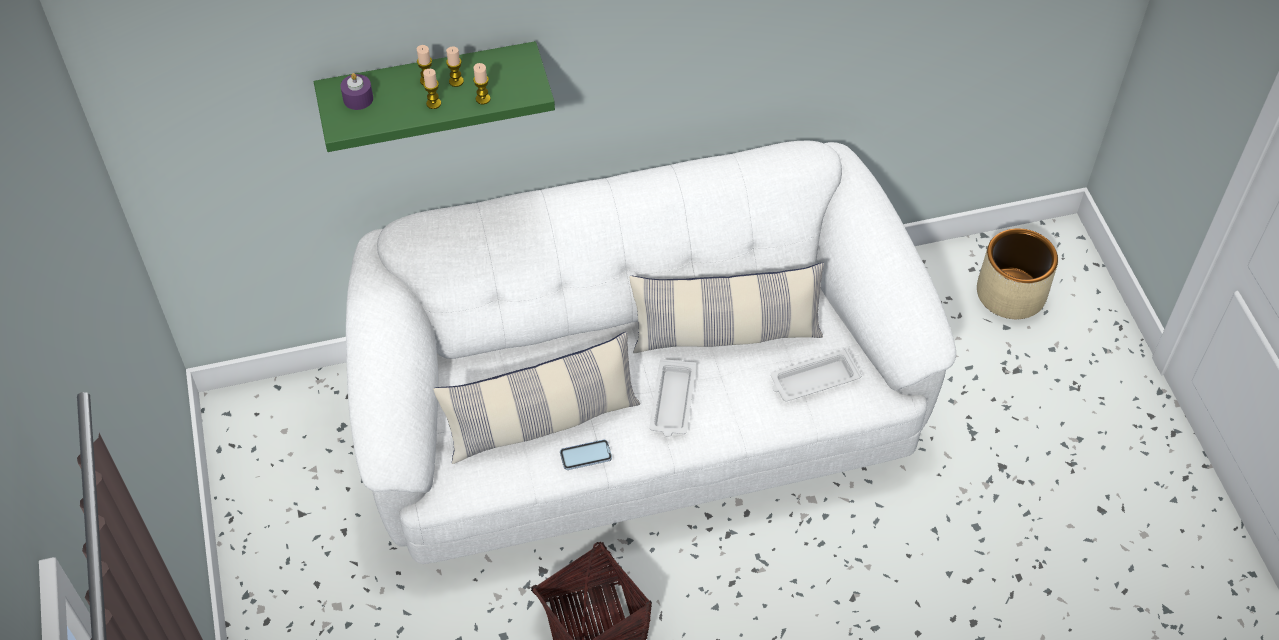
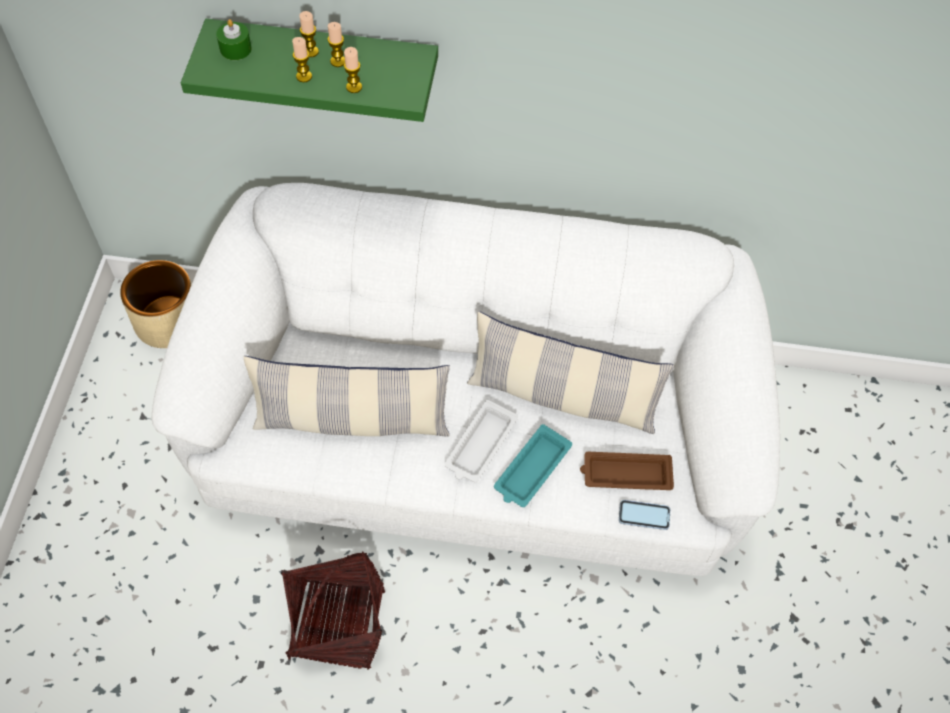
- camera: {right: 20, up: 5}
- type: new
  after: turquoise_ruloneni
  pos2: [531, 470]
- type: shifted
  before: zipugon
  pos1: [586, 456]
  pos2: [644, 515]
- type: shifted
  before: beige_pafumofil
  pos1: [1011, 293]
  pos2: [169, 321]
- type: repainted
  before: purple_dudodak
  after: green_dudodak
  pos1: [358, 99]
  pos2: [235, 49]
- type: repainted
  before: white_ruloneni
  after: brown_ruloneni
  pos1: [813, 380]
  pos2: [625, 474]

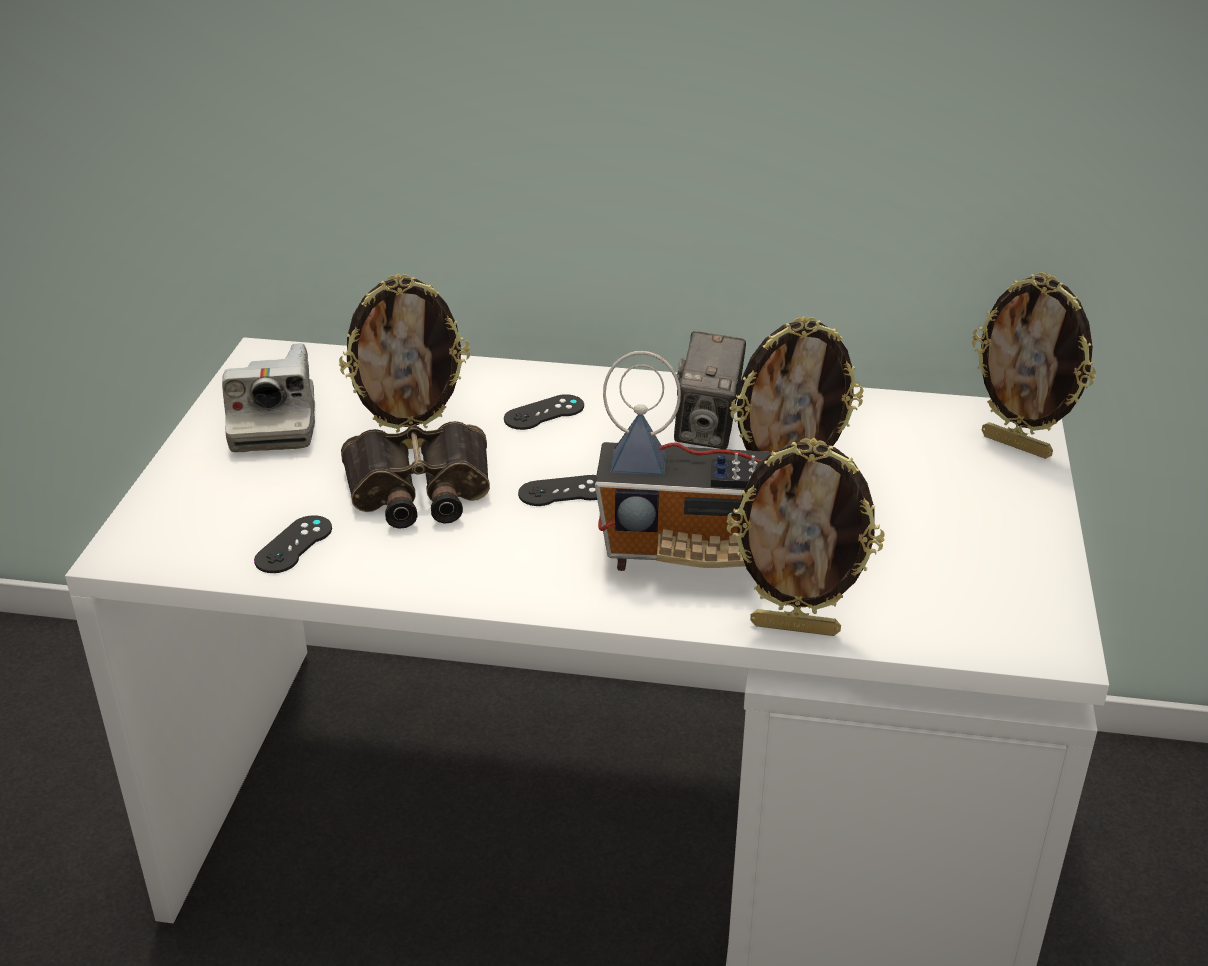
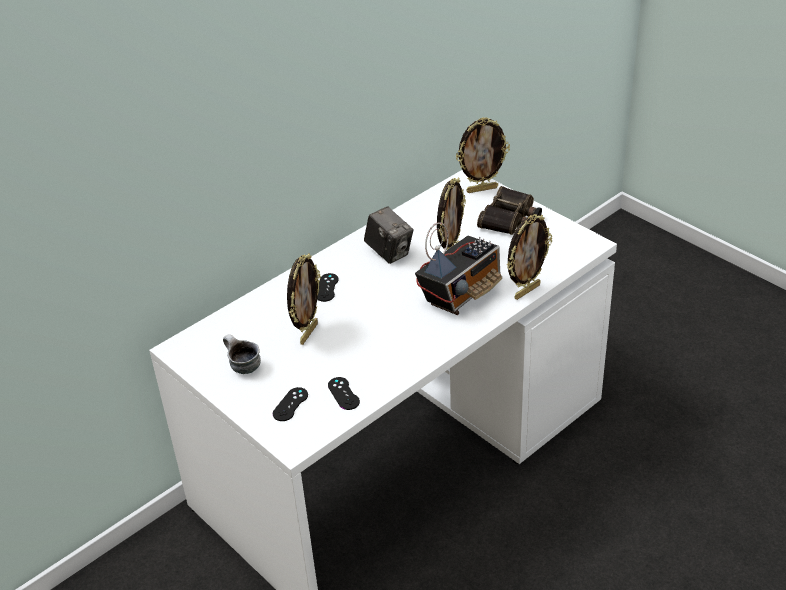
- camera: {right: -50, up: 5}
- type: shifted
  before: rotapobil
  pos1: [419, 491]
  pos2: [511, 219]
- type: shifted
  before: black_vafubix
  pos1: [564, 491]
  pos2: [290, 404]
- type: swapped
  before: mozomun
  after: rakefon
  pos1: [274, 424]
  pos2: [242, 367]

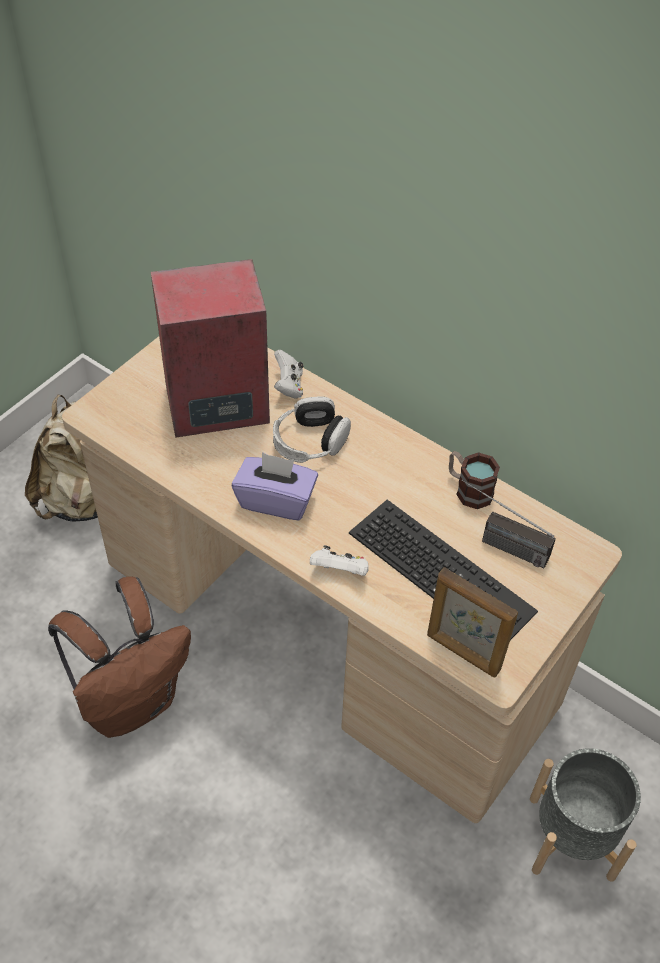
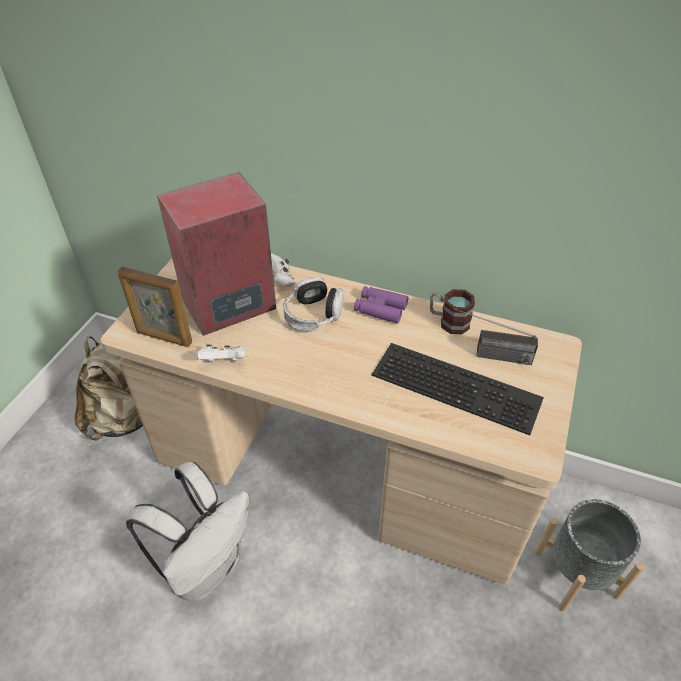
- camera: {right: -15, up: -5}
- type: gone
  before: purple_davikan
  pos1: [276, 500]
- type: new
  after: purple_rotapobil
  pos2: [380, 309]
- type: shifted
  before: white_vafubix
  pos1: [340, 571]
  pos2: [223, 362]
- type: shifted
  before: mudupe
  pos1: [462, 653]
  pos2: [164, 337]
- type: repainted
  before: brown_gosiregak
  after: white_gosiregak
  pos1: [132, 702]
  pos2: [206, 566]

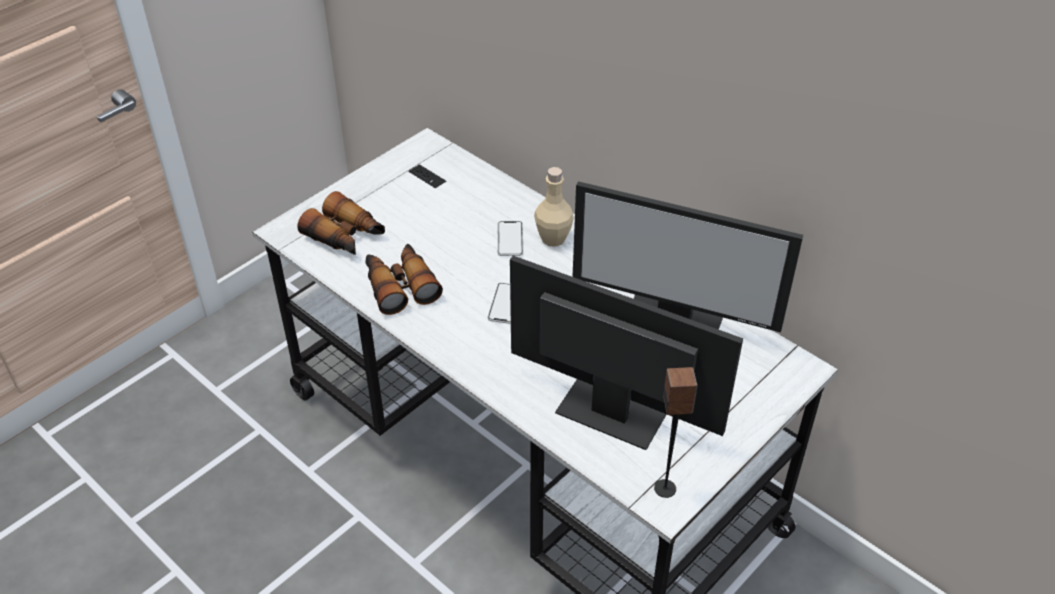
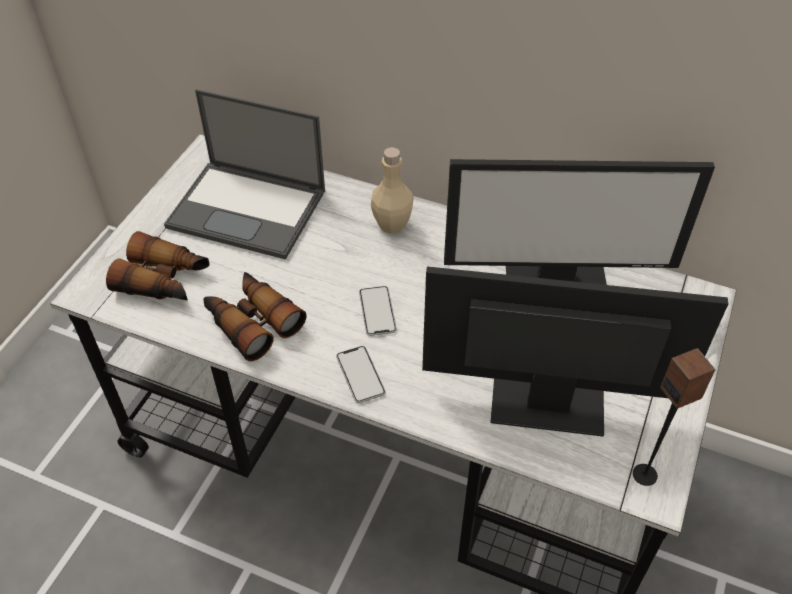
- camera: {right: -20, up: 5}
- type: new
  after: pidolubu
  pos2: [249, 209]
- type: shifted
  before: zipugon
  pos1: [510, 239]
  pos2: [360, 375]

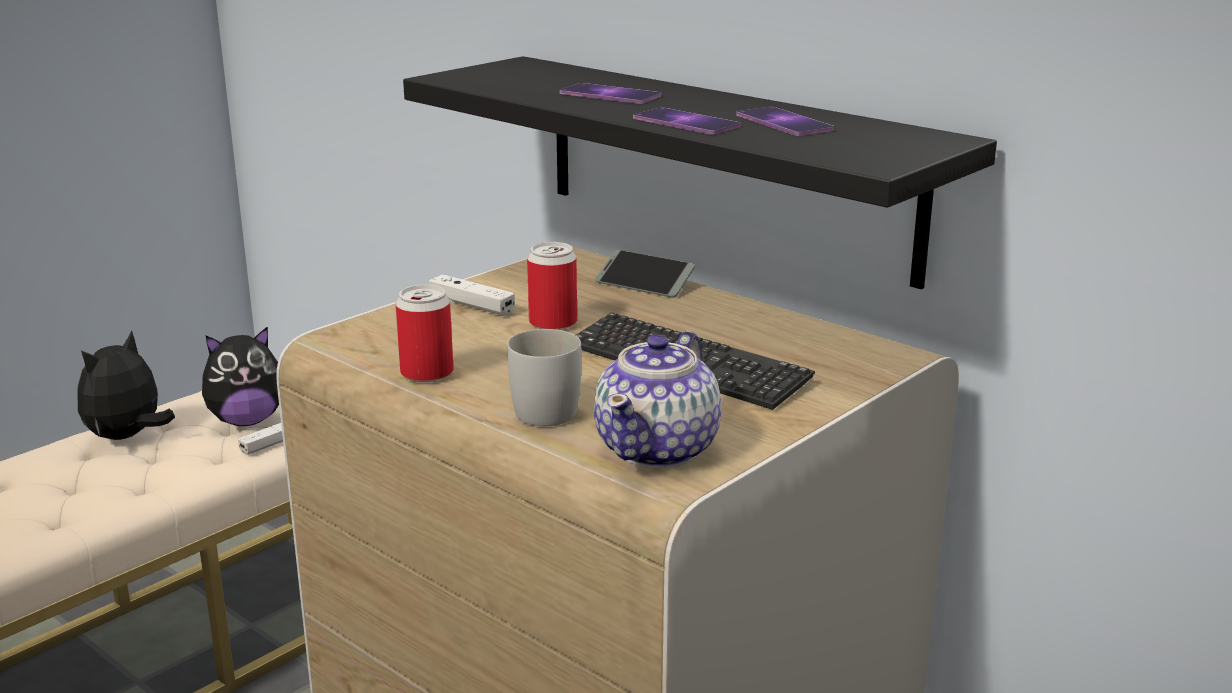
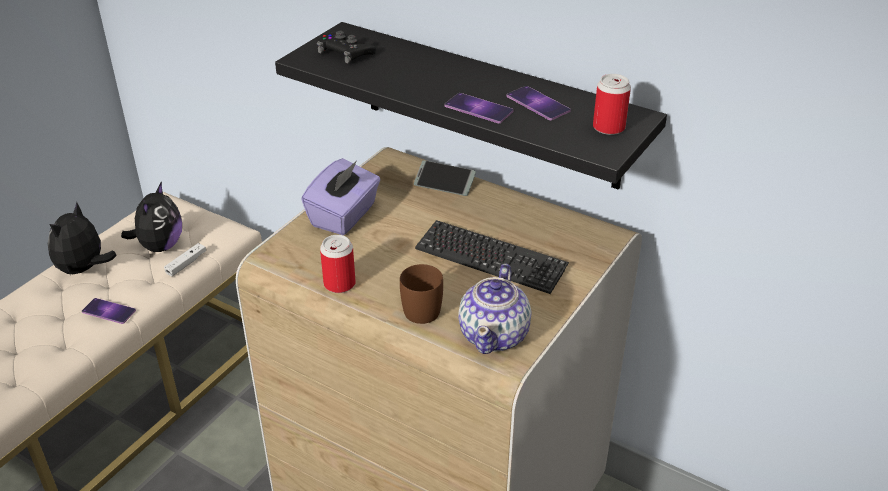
- camera: {right: -10, up: 15}
- type: new
  after: black_vafubix
  pos2: [345, 53]
- type: shifted
  before: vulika
  pos1: [553, 323]
  pos2: [608, 127]
- type: shifted
  before: zipugon
  pos1: [610, 94]
  pos2: [109, 311]
- type: swapped
  before: white_vafubix
  after: purple_davikan
  pos1: [471, 305]
  pos2: [344, 216]
- type: repainted
  before: white_rakefon
  after: brown_rakefon
  pos1: [549, 407]
  pos2: [422, 306]
- type: rotated
  before: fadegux
  pos1: [247, 420]
  pos2: [160, 246]
  turn: -45

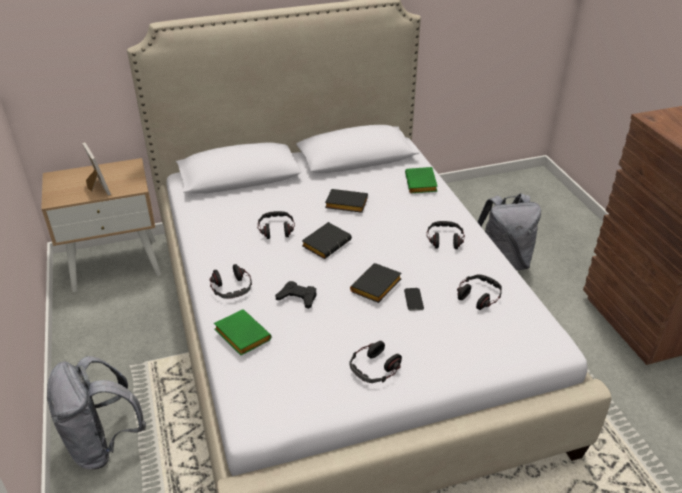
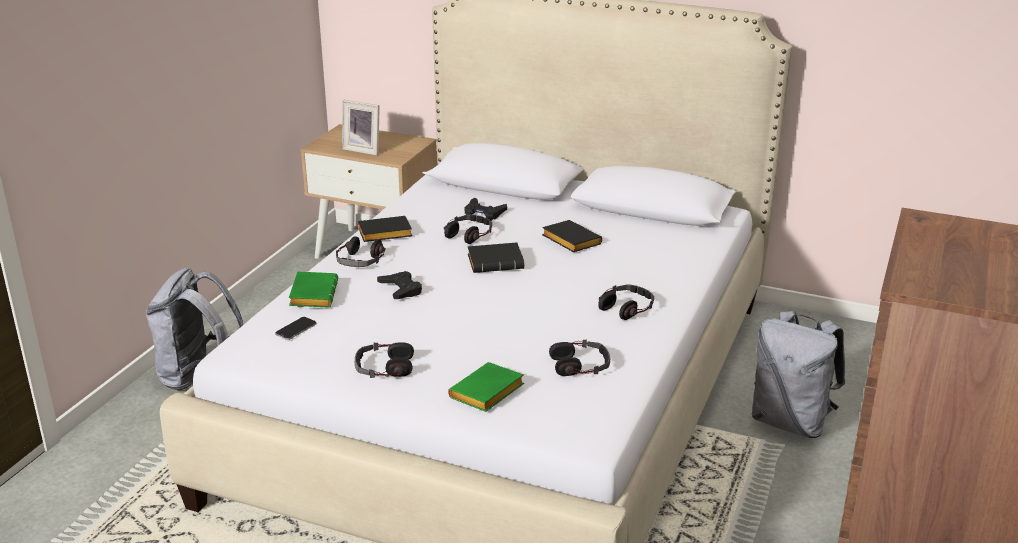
- camera: {right: 40, up: -10}
- type: new
  after: black_vafubix
  pos2: [484, 213]
- type: shifted
  before: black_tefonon
  pos1: [376, 287]
  pos2: [383, 234]
- type: shifted
  before: zipugon
  pos1: [413, 300]
  pos2: [296, 329]
- type: shifted
  before: green_tefonon
  pos1: [422, 184]
  pos2: [487, 394]
- type: rotated
  before: mudupe
  pos1: [97, 188]
  pos2: [364, 149]
  turn: 105

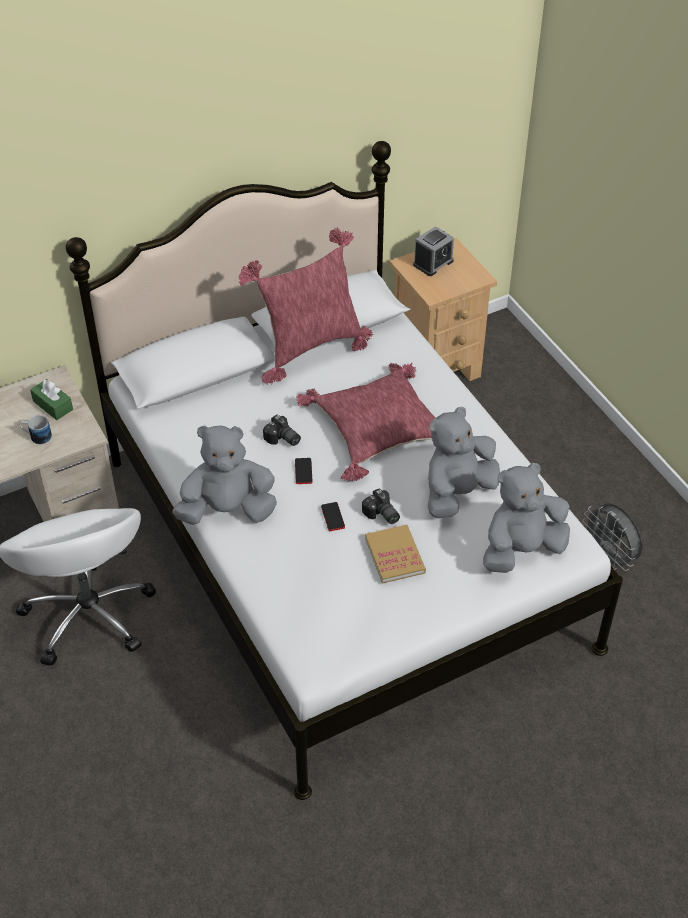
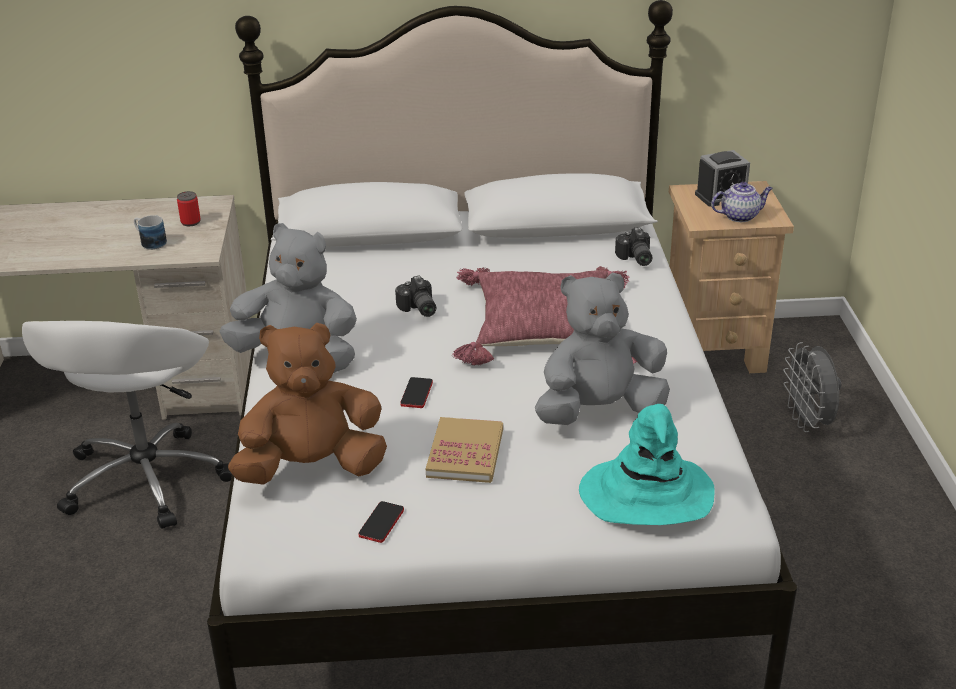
- camera: {right: 25, up: -15}
- type: gone
  before: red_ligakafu
  pos1: [308, 354]
- type: new
  after: brown_fadegux
  pos2: [312, 468]
- type: new
  after: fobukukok
  pos2: [740, 216]
- type: shifted
  before: zipugon
  pos1: [303, 471]
  pos2: [381, 523]
- type: shifted
  before: mozomun
  pos1: [381, 515]
  pos2: [634, 258]
- type: shifted
  before: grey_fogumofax
  pos1: [610, 557]
  pos2: [808, 422]
- type: swapped
  before: green_davikan
  after: vulika
  pos1: [53, 405]
  pos2: [190, 222]
- type: swapped
  before: grey_fadegux
  after: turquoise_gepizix
  pos1: [521, 549]
  pos2: [647, 494]

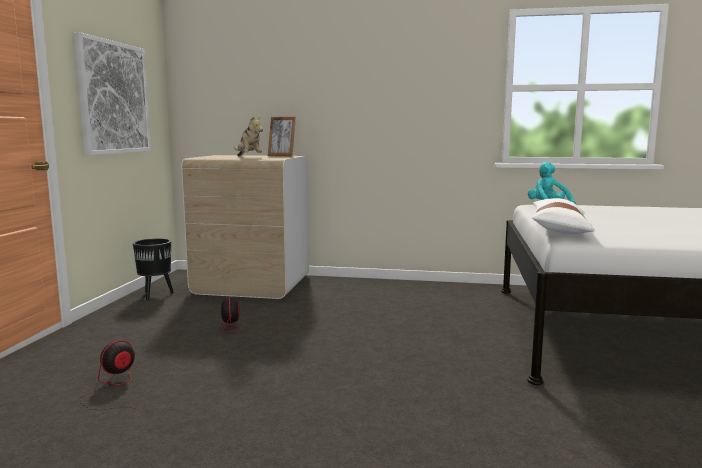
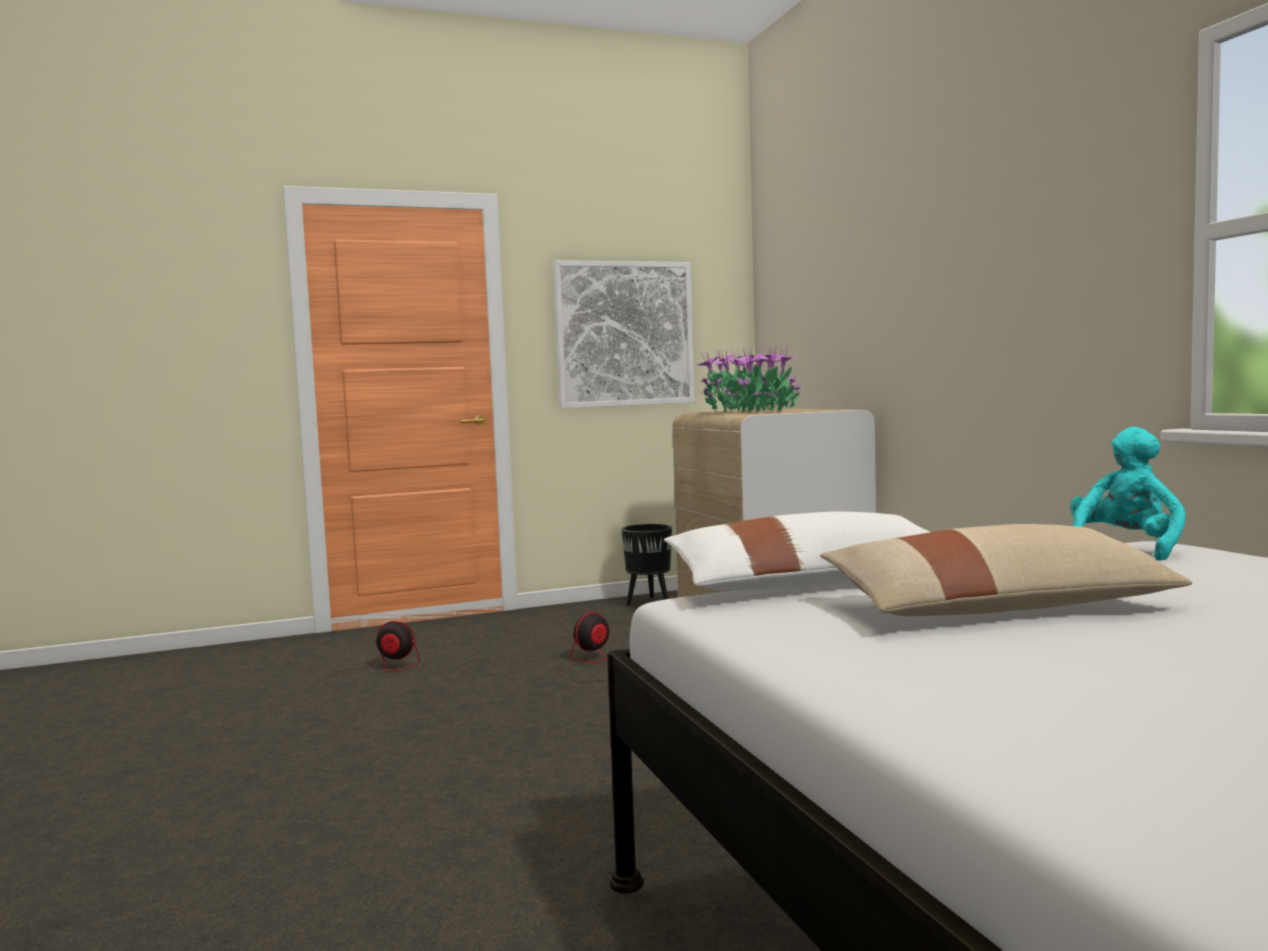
- camera: {right: 60, up: -5}
- type: gone
  before: mudupe
  pos1: [282, 156]
- type: new
  after: beige_ligakafu
  pos2: [996, 607]
- type: swapped
  before: fadegux
  after: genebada
  pos1: [248, 157]
  pos2: [750, 412]

